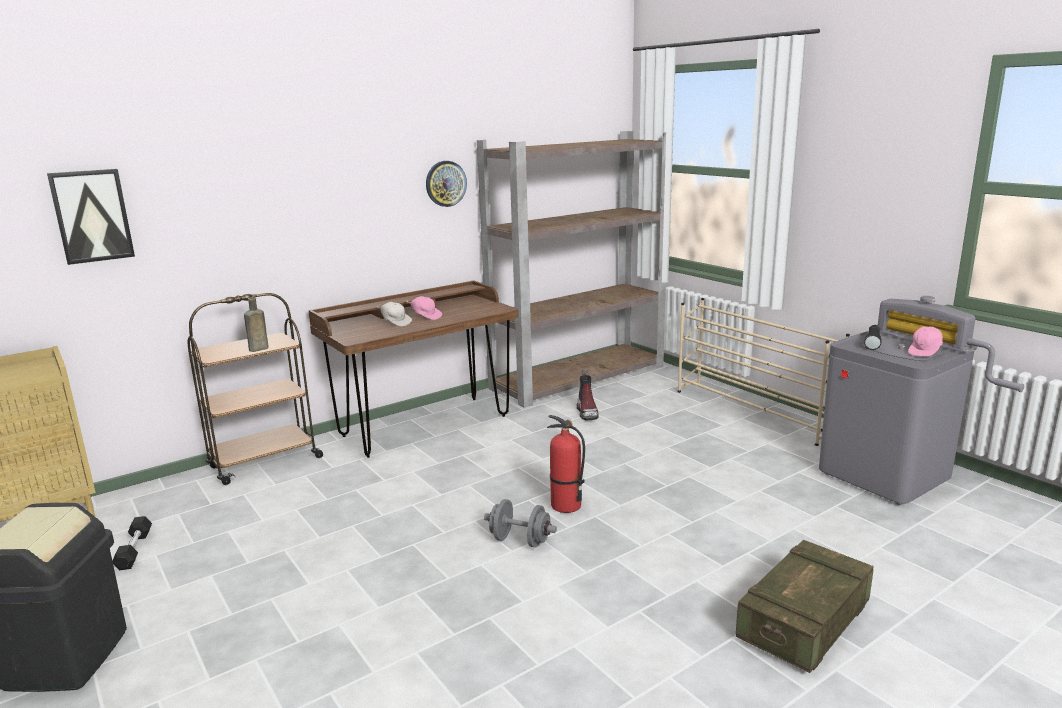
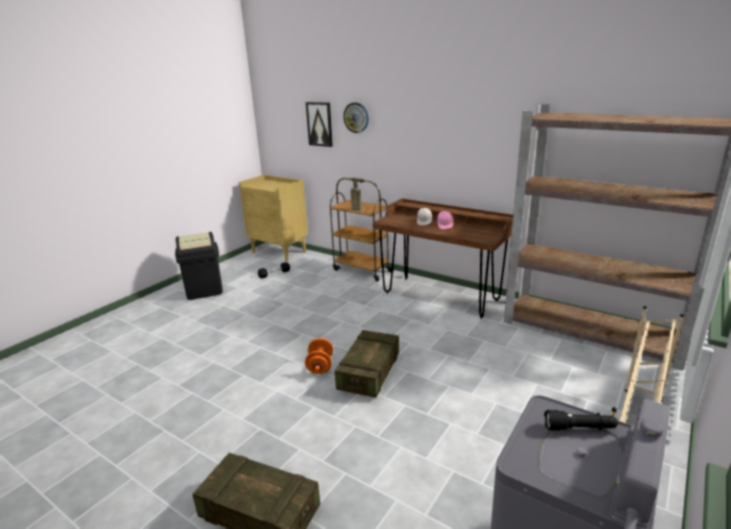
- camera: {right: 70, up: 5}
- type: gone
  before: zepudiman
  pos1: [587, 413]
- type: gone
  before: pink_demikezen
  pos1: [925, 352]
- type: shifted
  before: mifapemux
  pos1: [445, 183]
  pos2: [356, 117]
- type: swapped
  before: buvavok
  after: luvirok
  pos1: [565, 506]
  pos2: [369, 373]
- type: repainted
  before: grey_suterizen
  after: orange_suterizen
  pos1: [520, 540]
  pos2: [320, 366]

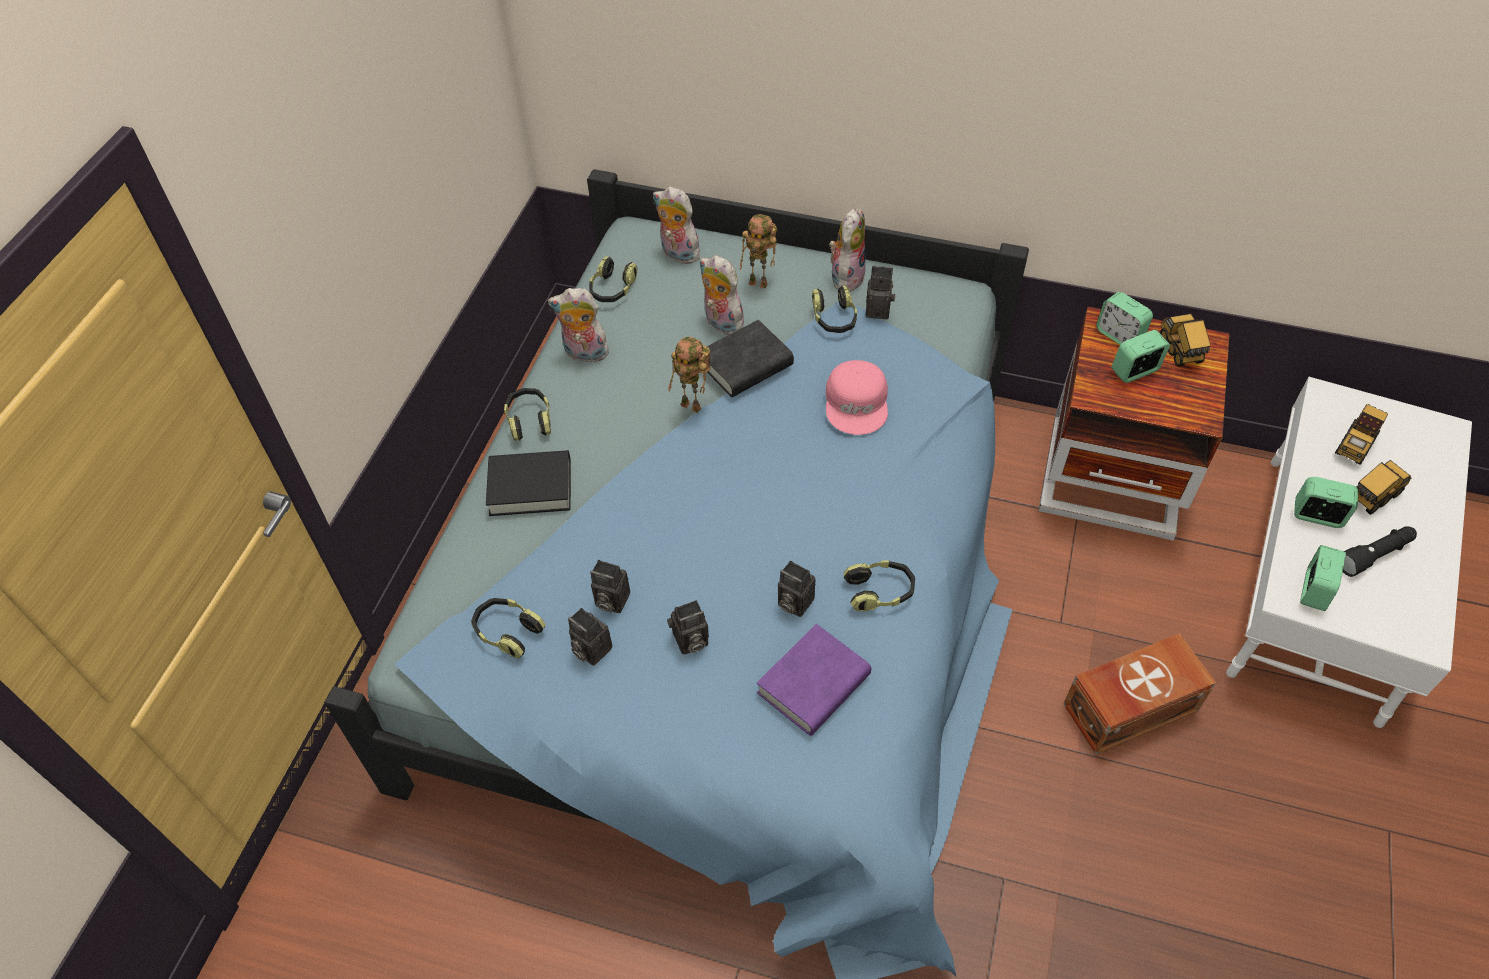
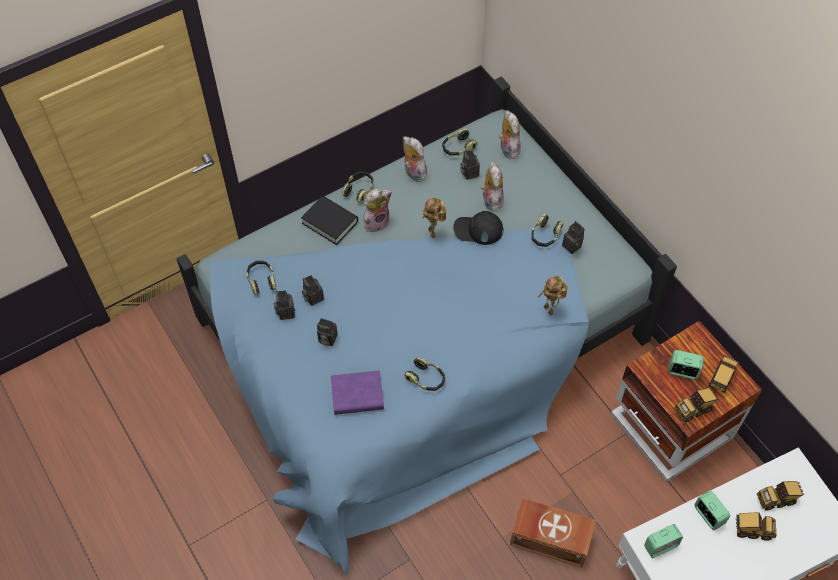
- camera: {right: 40, up: 5}
- type: gone
  before: pink_demikezen
  pos1: [857, 403]
- type: gone
  before: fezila
  pos1: [1119, 335]
- type: gone
  before: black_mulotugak
  pos1: [1374, 555]
- type: new
  after: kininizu
  pos2: [694, 409]
- type: shifted
  before: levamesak
  pos1: [760, 283]
  pos2: [550, 310]
- type: shifted
  before: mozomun
  pos1: [793, 602]
  pos2: [469, 172]
- type: shifted
  before: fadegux
  pos1: [846, 276]
  pos2: [376, 221]
- type: swapped
  before: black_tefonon
  after: black_demikezen
  pos1: [746, 365]
  pos2: [478, 230]

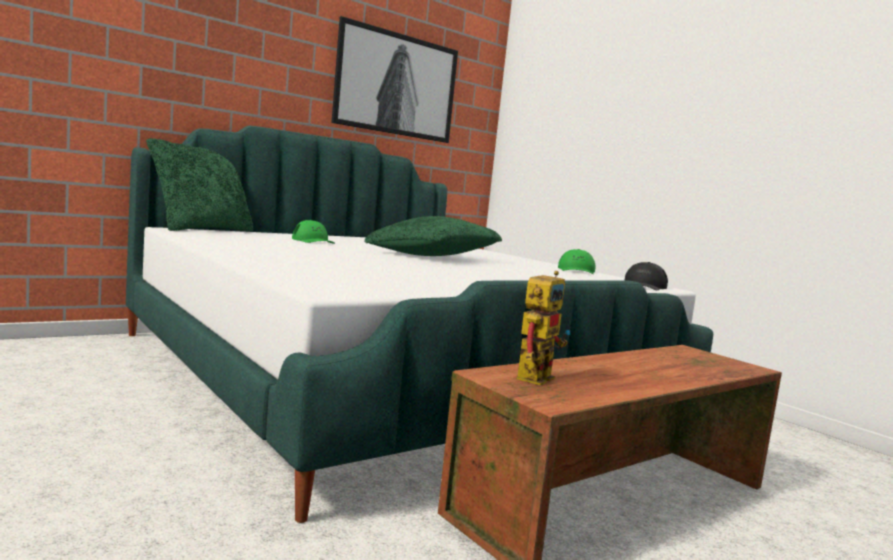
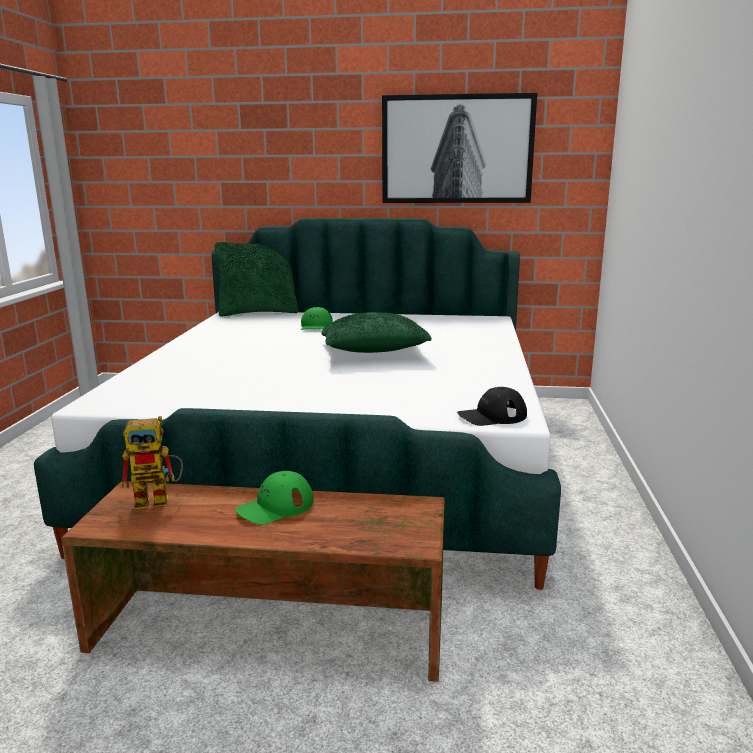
- camera: {right: 45, up: 10}
- type: shifted
  before: green_demikezen
  pos1: [576, 270]
  pos2: [275, 507]

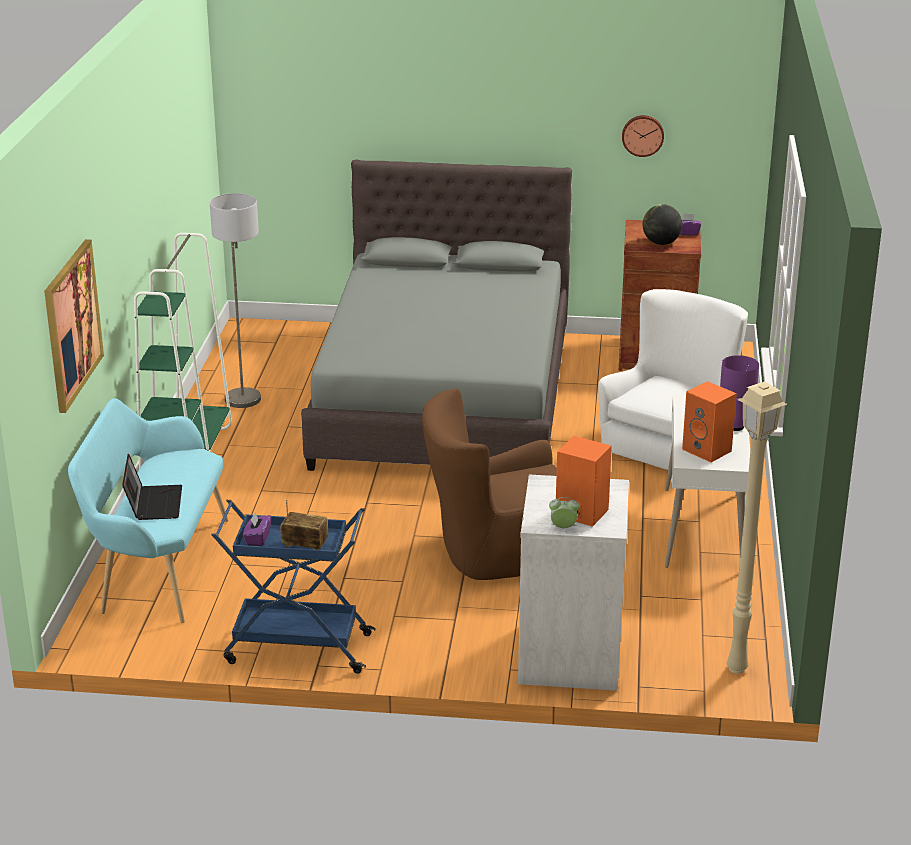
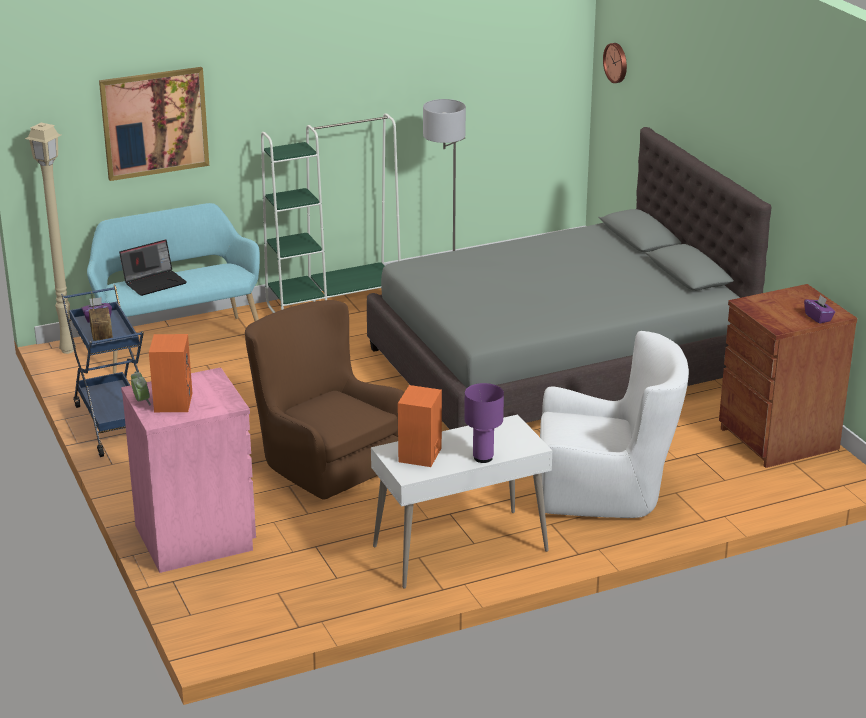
- camera: {right: 60, up: 0}
- type: gone
  before: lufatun
  pos1: [661, 243]
- type: shifted
  before: mifapemux
  pos1: [642, 135]
  pos2: [616, 62]
- type: shifted
  before: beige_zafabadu
  pos1: [736, 669]
  pos2: [66, 351]
- type: repainted
  before: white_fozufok
  after: pink_fozufok
  pos1: [568, 655]
  pos2: [194, 537]

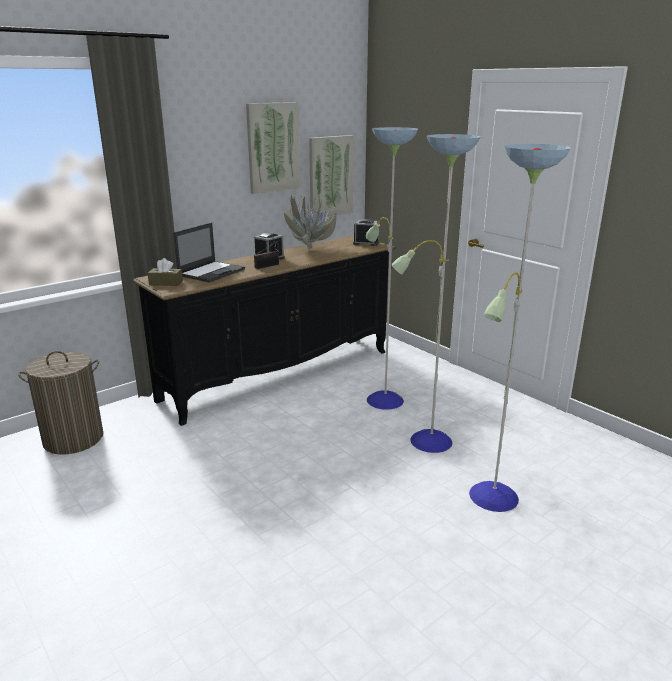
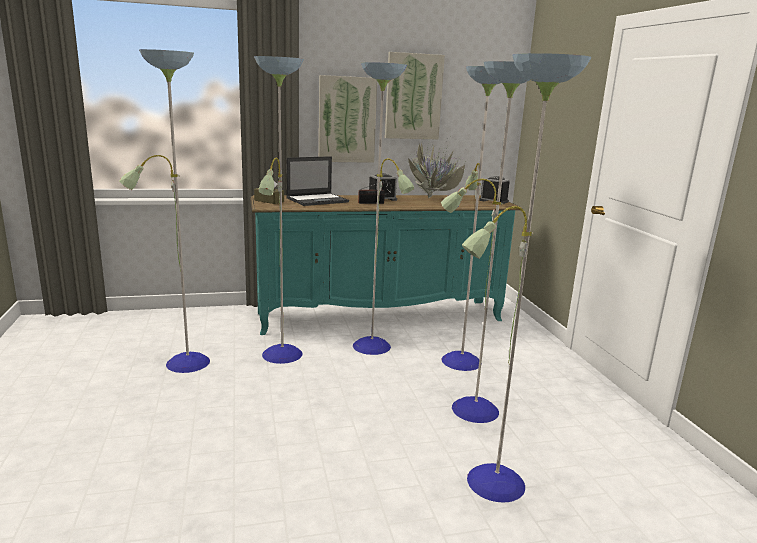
- camera: {right: 25, up: -5}
- type: gone
  before: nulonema
  pos1: [73, 439]
- type: new
  after: zafabadu
  pos2: [282, 355]
- type: shifted
  before: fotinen
  pos1: [330, 176]
  pos2: [347, 120]
- type: repainted
  before: black_fozufok
  after: turquoise_fozufok
  pos1: [280, 375]
  pos2: [381, 317]

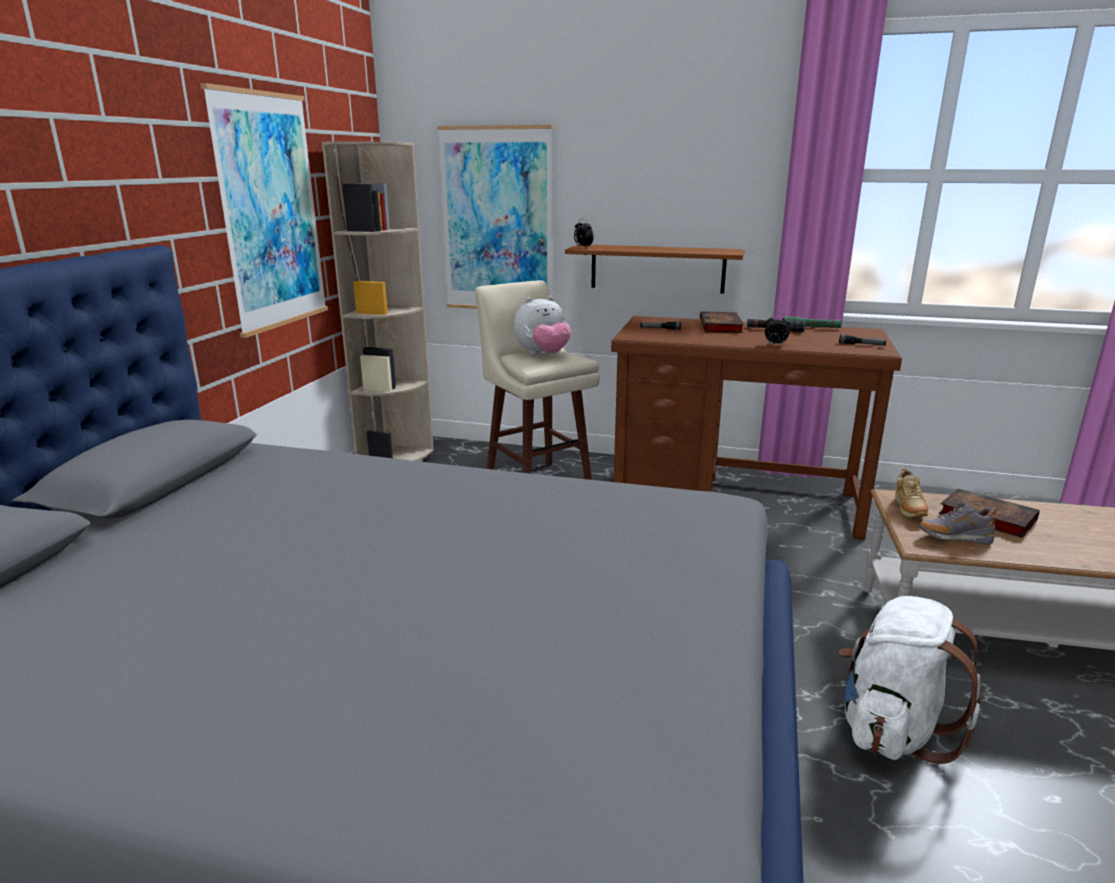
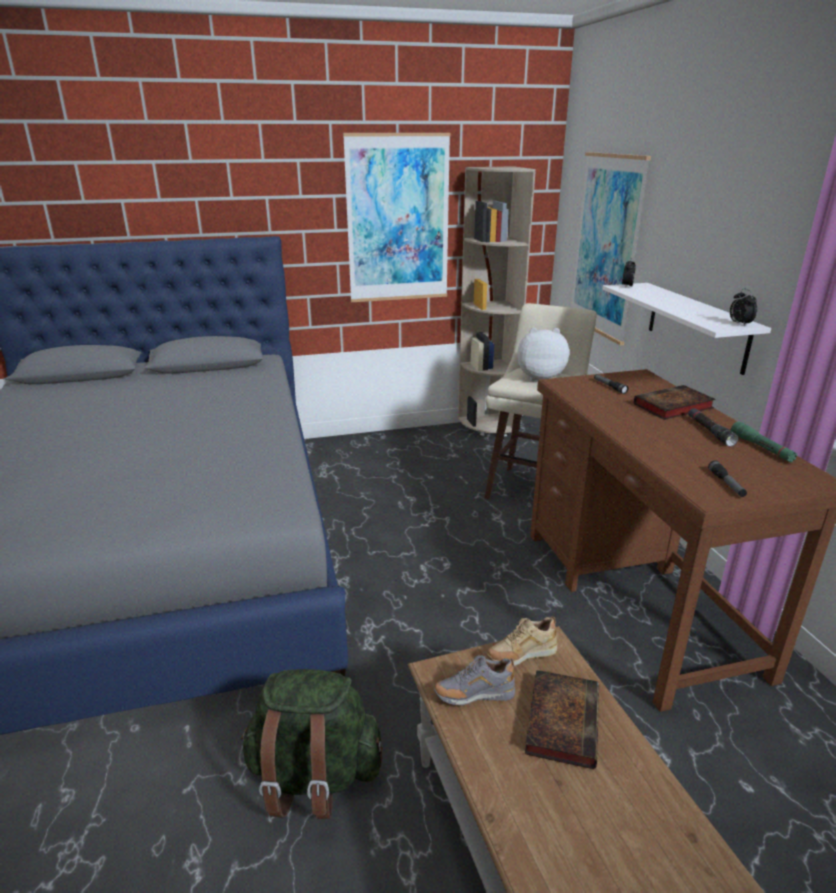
- camera: {right: 60, up: 5}
- type: shifted
  before: fezila
  pos1: [775, 345]
  pos2: [739, 324]
- type: repainted
  before: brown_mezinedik
  after: white_mezinedik
  pos1: [657, 268]
  pos2: [697, 326]
- type: repainted
  before: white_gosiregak
  after: green_gosiregak
  pos1: [891, 729]
  pos2: [314, 777]
- type: rotated
  before: fadegux
  pos1: [543, 355]
  pos2: [539, 377]
  turn: 150
- type: rotated
  before: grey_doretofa
  pos1: [953, 539]
  pos2: [474, 696]
  turn: -75

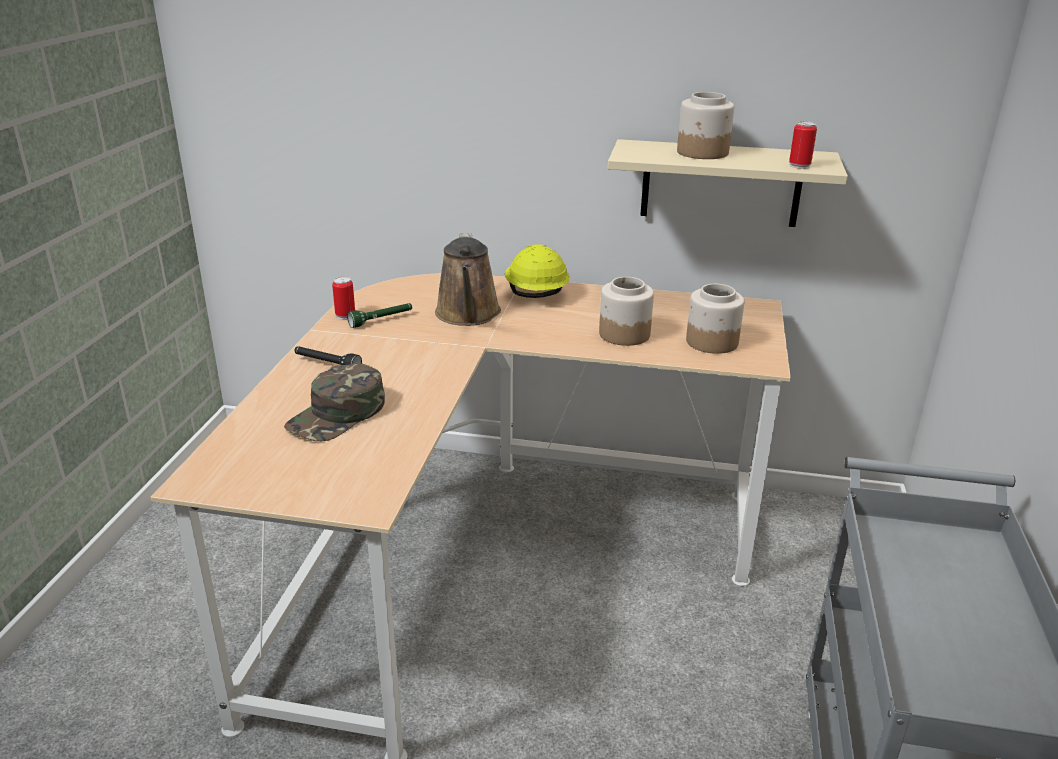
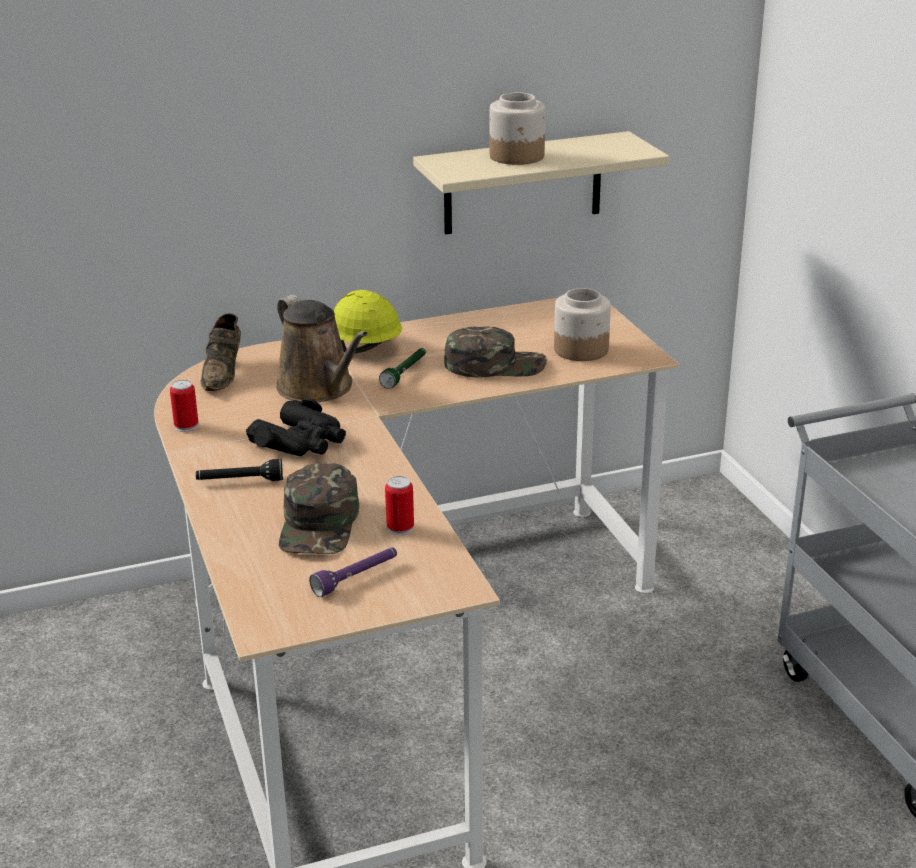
- camera: {right: -30, up: 0}
- type: new
  after: brown_doretofa
  pos2: [224, 373]
- type: new
  after: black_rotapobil
  pos2: [301, 441]
- type: new
  after: purple_mulotugak
  pos2: [356, 578]
- type: shifted
  before: green_mulotugak
  pos1: [381, 320]
  pos2: [405, 373]
- type: shifted
  before: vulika
  pos1: [799, 166]
  pos2: [400, 528]
- type: swapped
  before: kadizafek
  after: green_demikezen
  pos1: [624, 334]
  pos2: [495, 364]

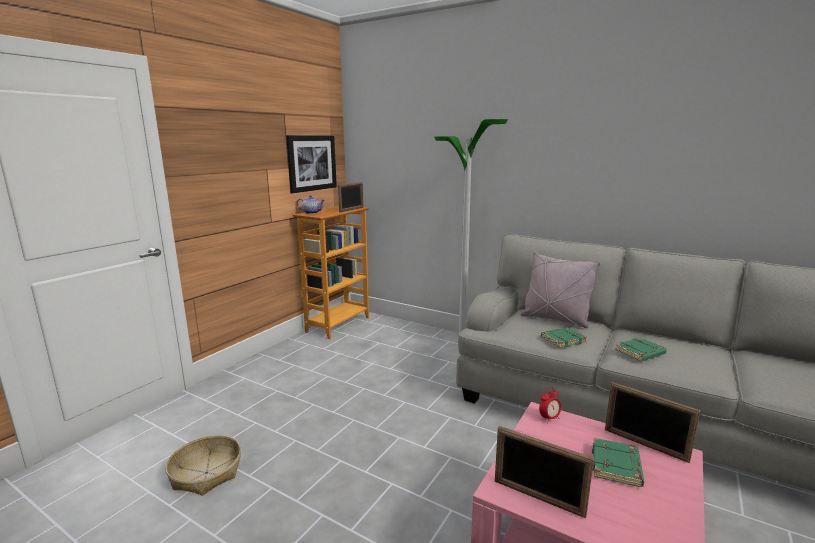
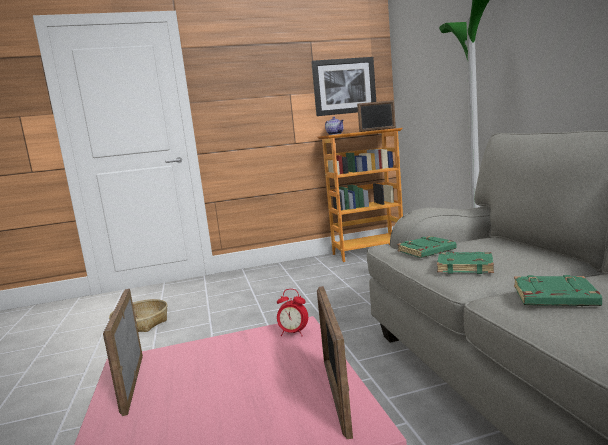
- camera: {right: 45, up: -5}
- type: gone
  before: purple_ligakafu
  pos1: [555, 319]
- type: shifted
  before: green_tefonon
  pos1: [617, 466]
  pos2: [426, 251]

